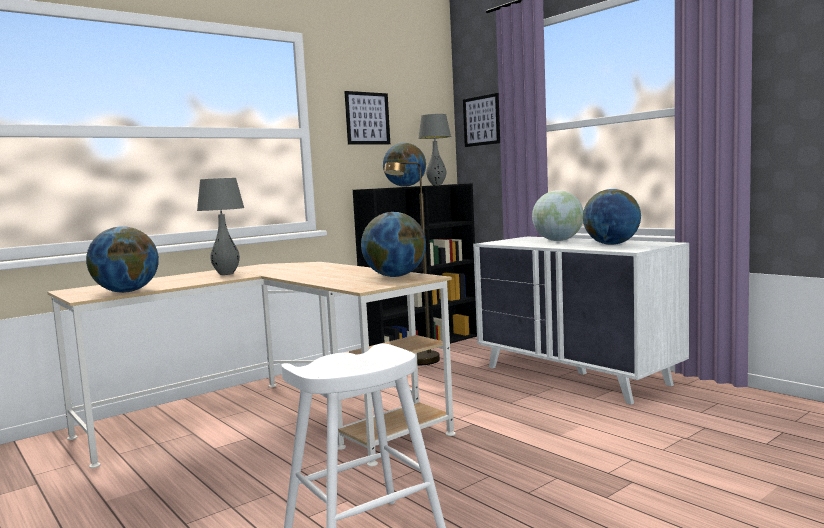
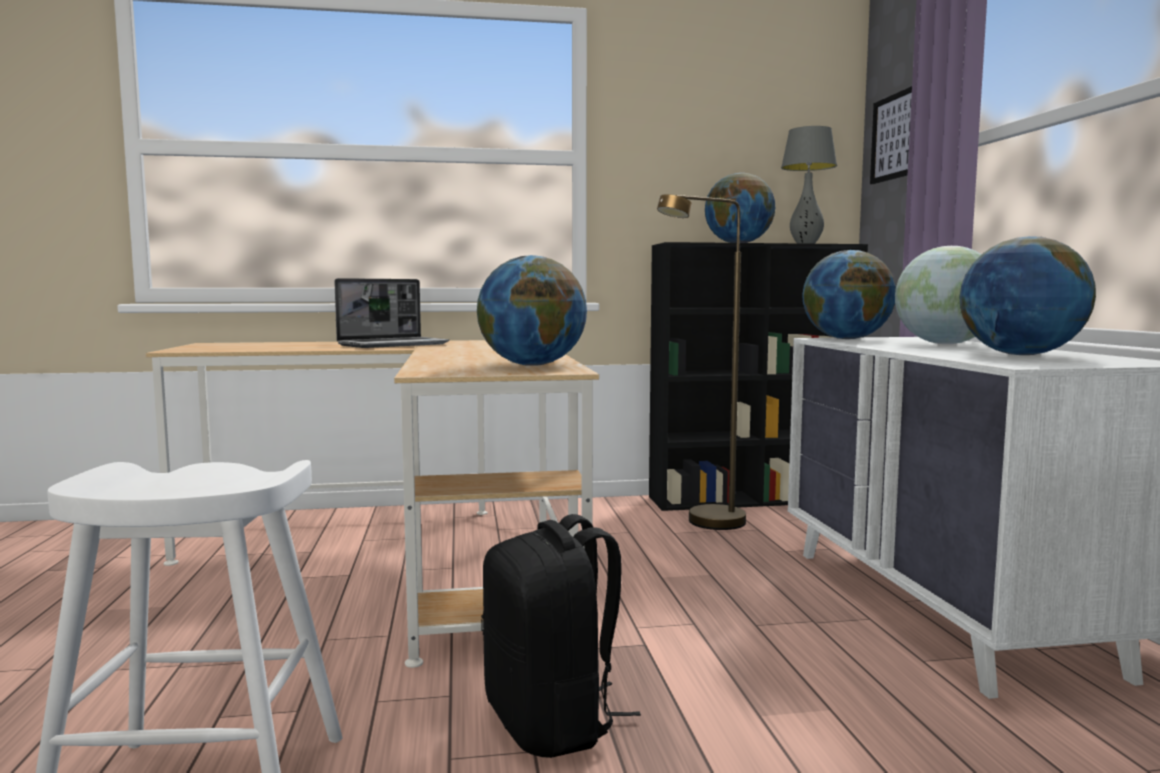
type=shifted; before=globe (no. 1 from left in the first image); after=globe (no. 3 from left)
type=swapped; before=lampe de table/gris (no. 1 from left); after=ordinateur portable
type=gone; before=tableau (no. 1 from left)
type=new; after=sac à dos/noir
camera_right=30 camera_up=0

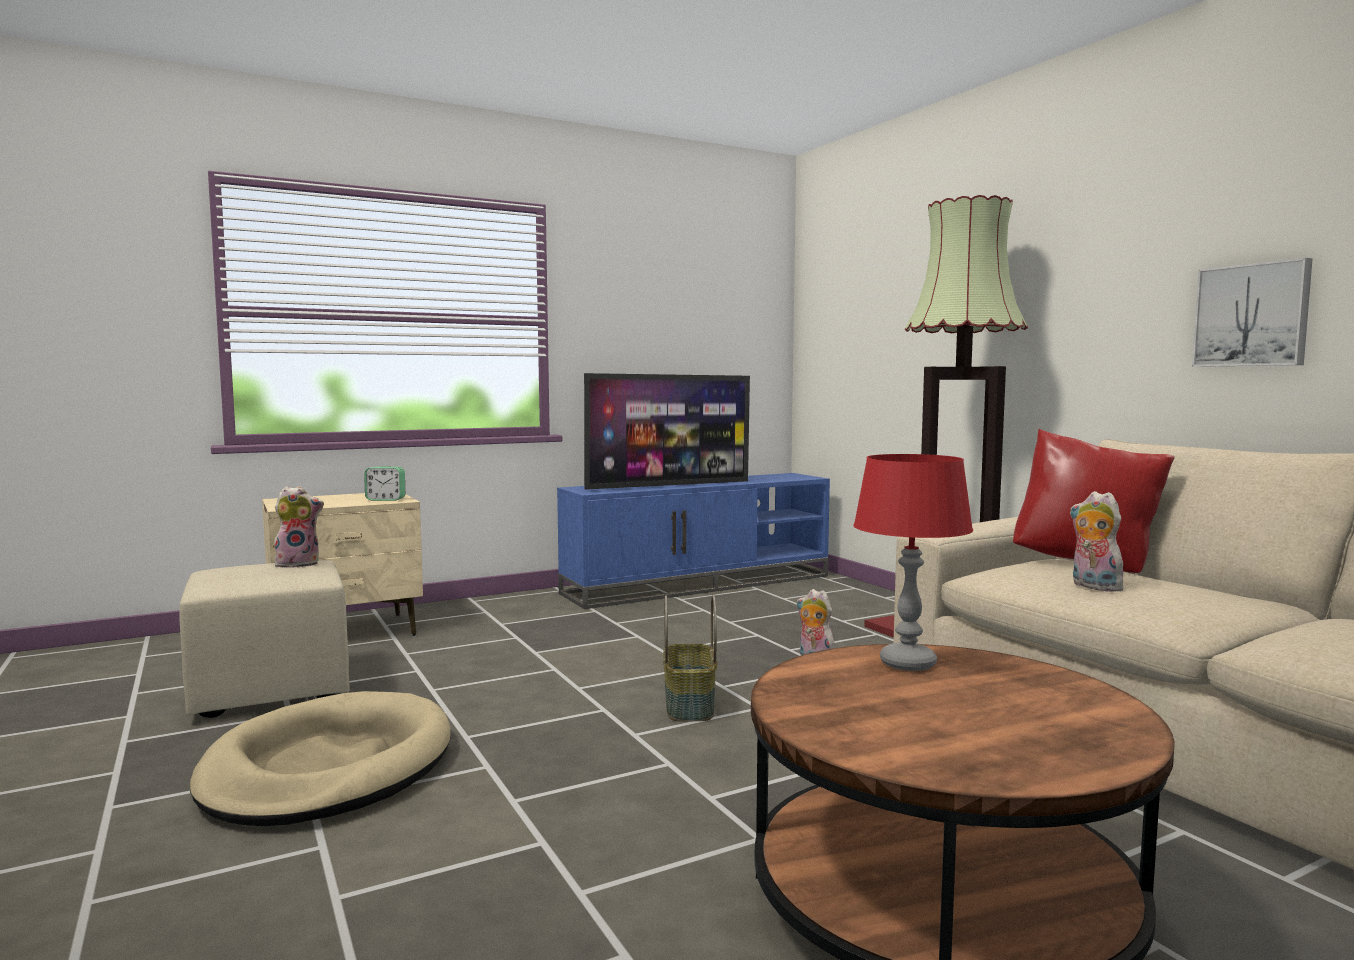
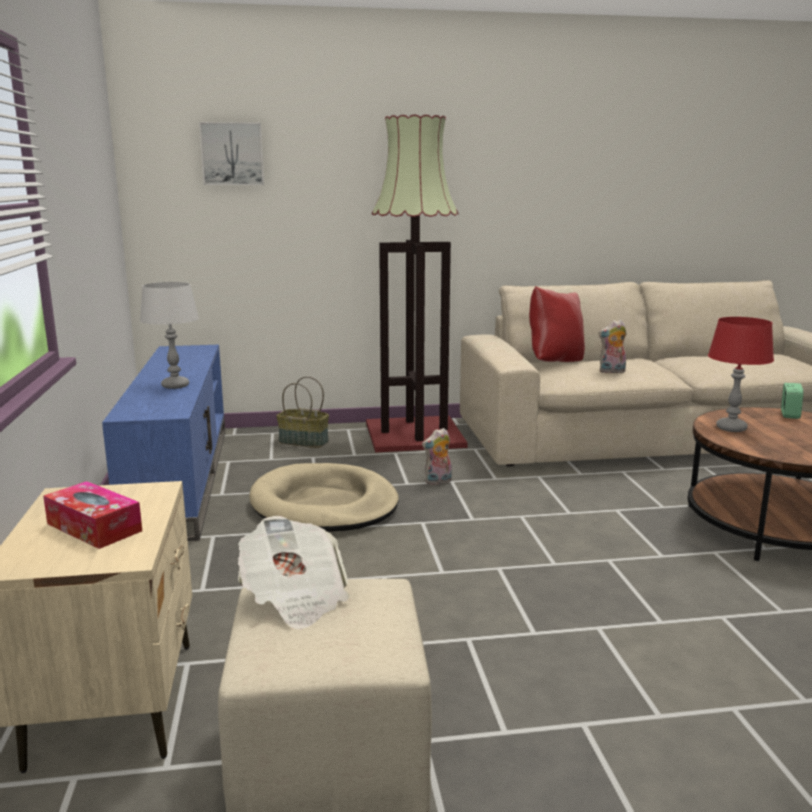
type=shifted; before=panier pour chien/beige
type=swapped; before=peluche (no. 1 from left); after=journal
type=shifted; before=réveil
type=swapped; before=téléviseur; after=lampe de table/gris
type=shifted; before=panier
type=shifted; before=tableau
type=new; after=boîte à mouchoirs
camera_right=-70 camera_up=10

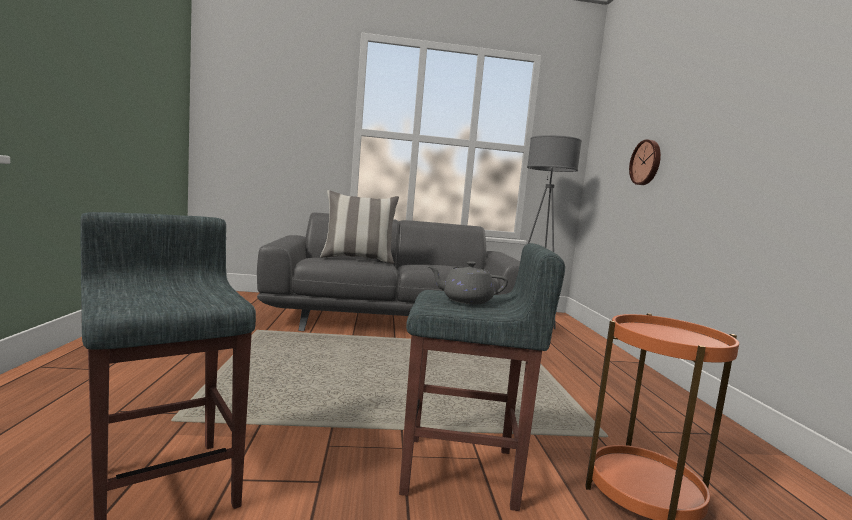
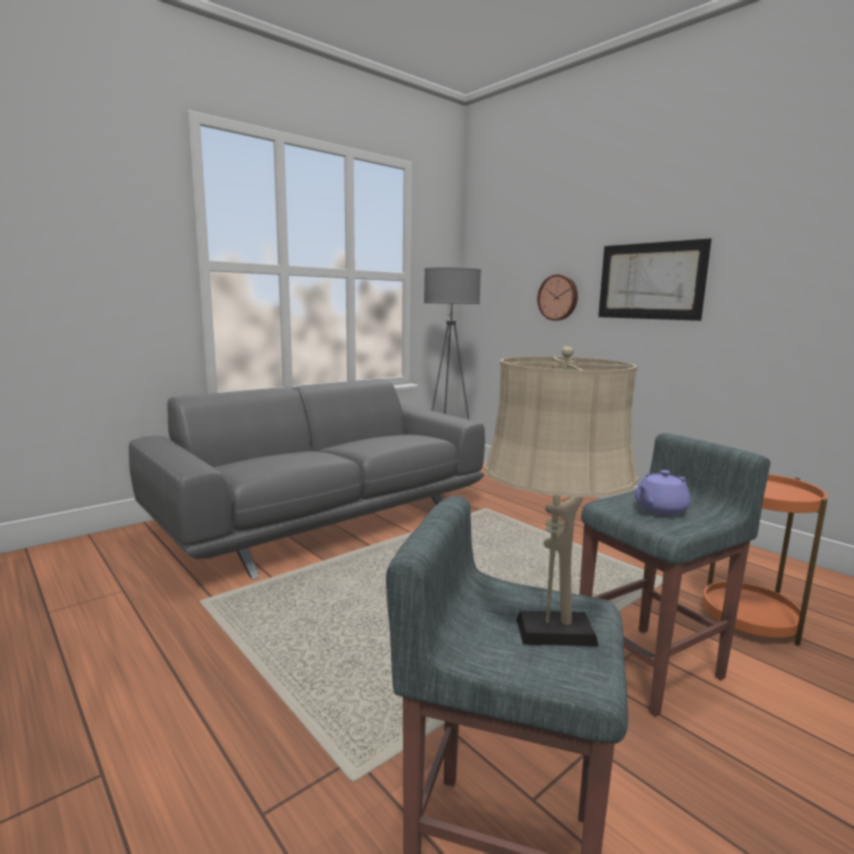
type=gone; before=coussin
type=repainted; before=théière/gris; after=théière/violet
type=new; after=lampe de table/beige
type=new; after=tableau
camera_right=-35 camera_up=5

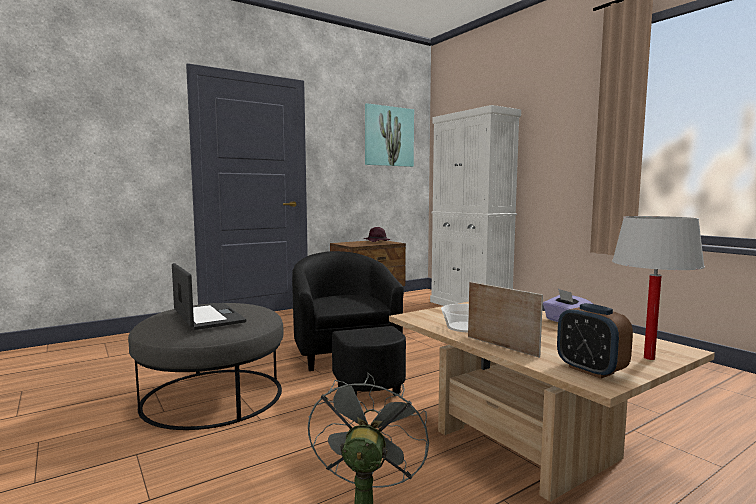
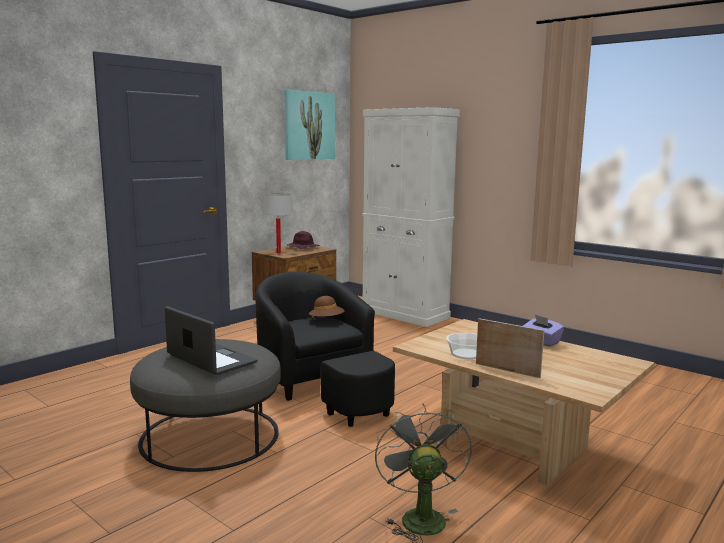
type=gone; before=réveil
type=shifted; before=lampe de table/blanc
type=new; after=chapeau/marron
camera_right=-15 camera_up=5

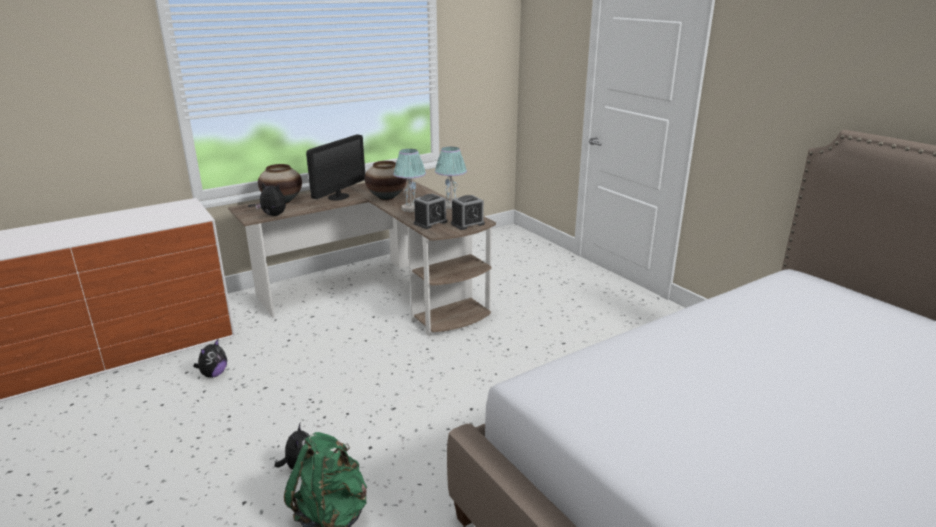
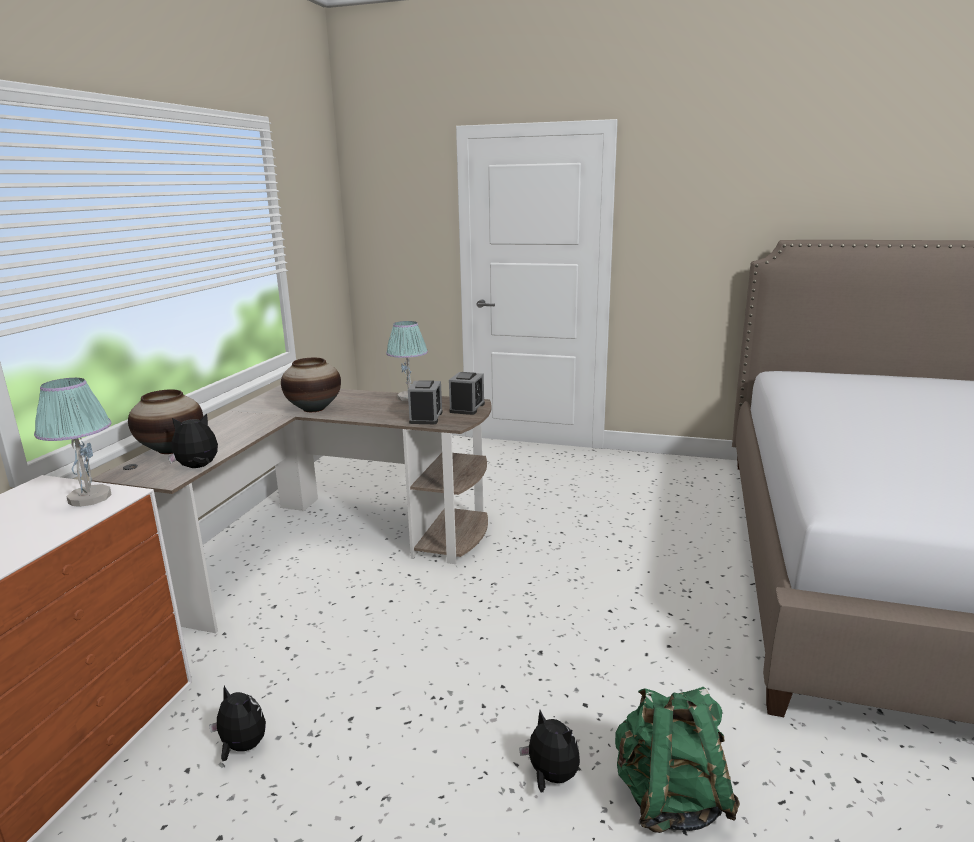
type=rotated; before=peluche (no. 1 from left in the first image); turn=-45
type=gone; before=écran d'ordinateur
type=shifted; before=lampe de table (no. 1 from left)
camera_right=-40 camera_up=-5

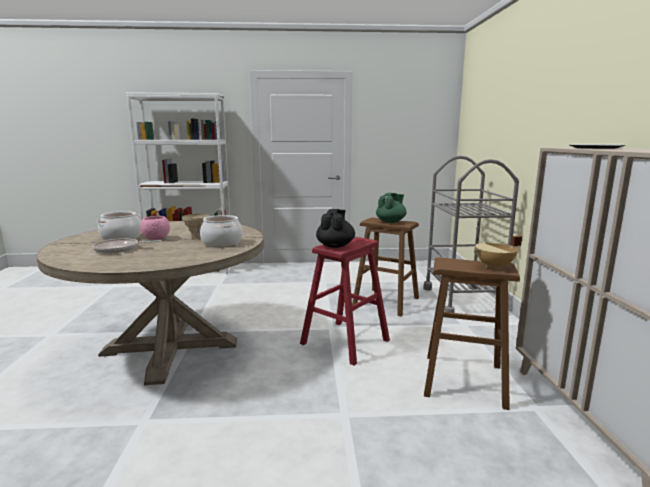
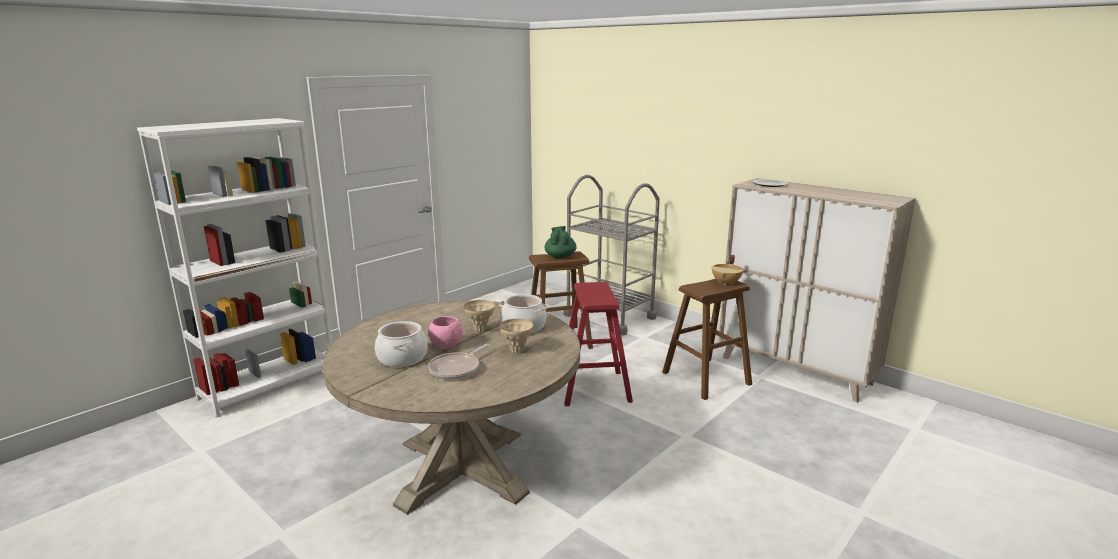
type=gone; before=théière/noir
type=new; after=vase/beige (no. 2 from left)
camera_right=-45 camera_up=5

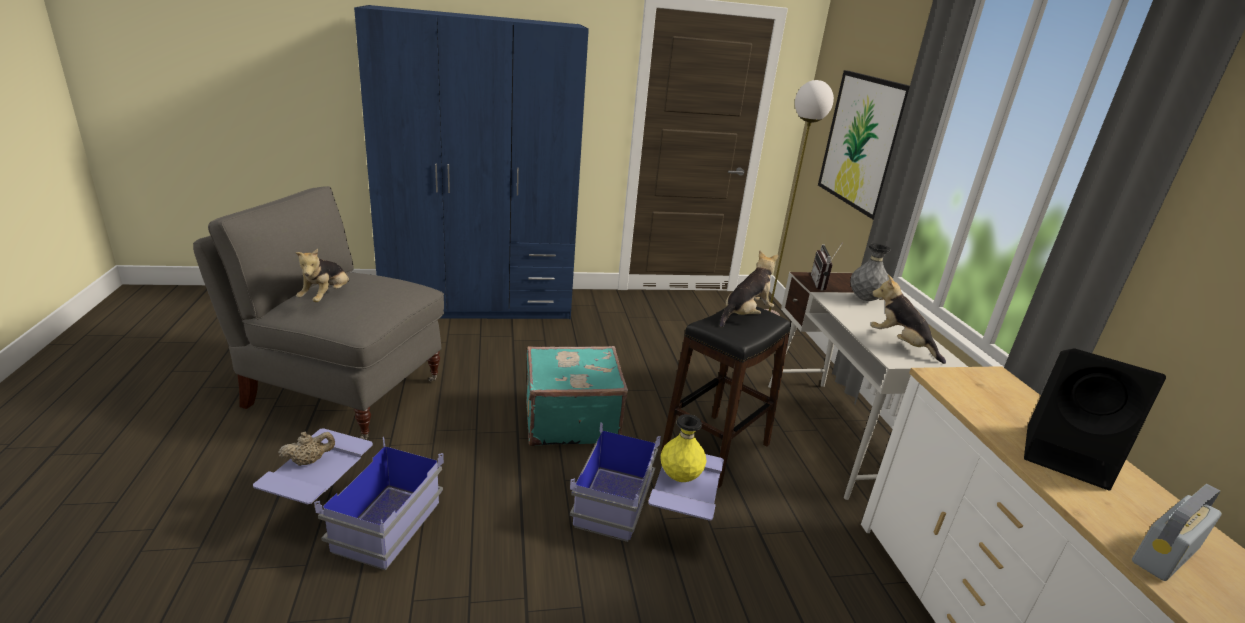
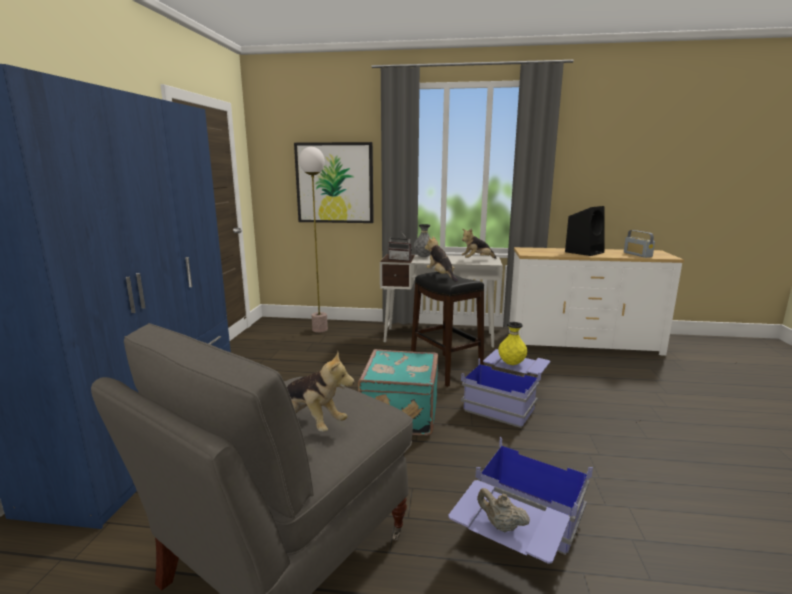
type=rotated; before=théière/beige; turn=-45
camera_right=-70 camera_up=-10

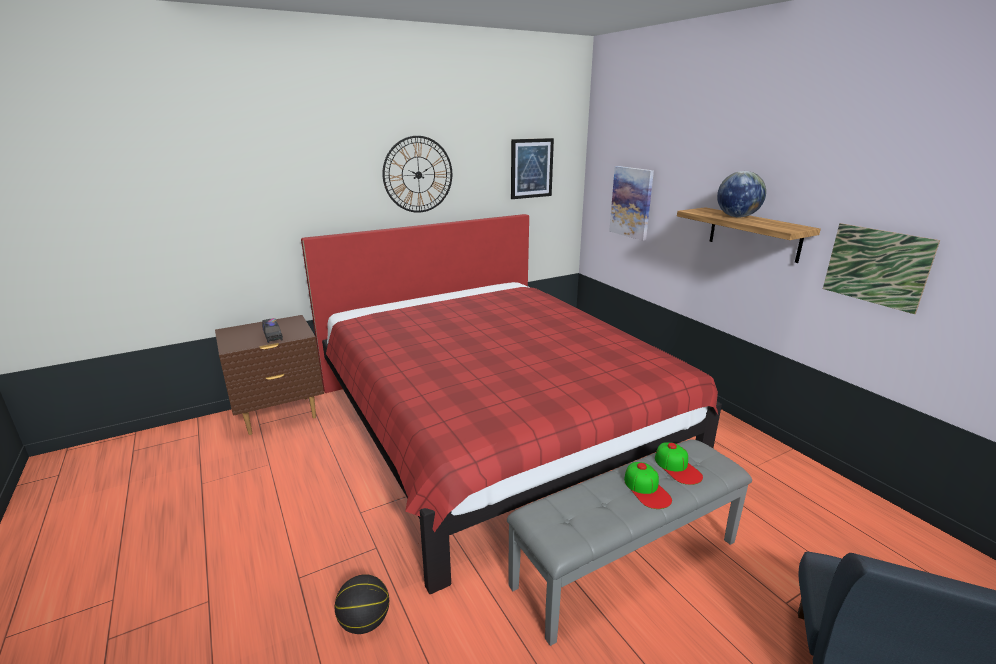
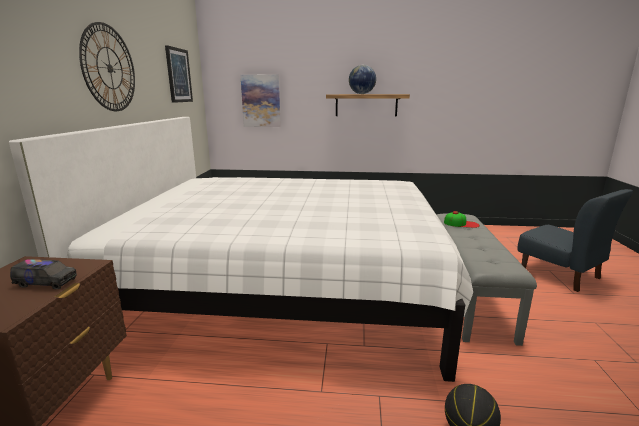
type=repainted; before=lit/rouge; after=lit/blanc
type=gone; before=casquette (no. 1 from left)
type=gone; before=tableau (no. 3 from left)
camera_right=-55 camera_up=-5

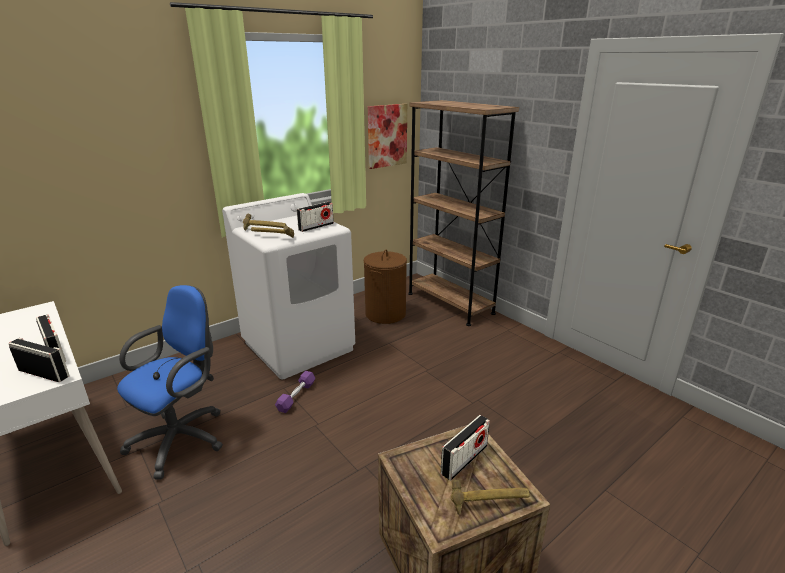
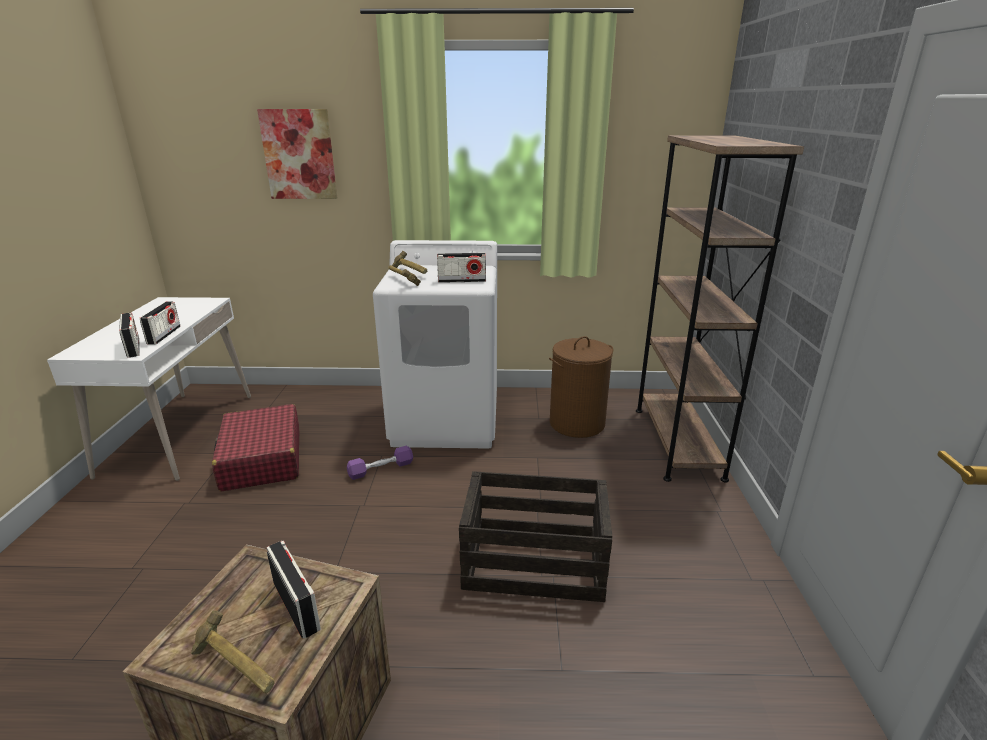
type=swapped; before=chaise de bureau/bleu; after=valise/rouge
type=shifted; before=tableau
type=rotated; before=radio (no. 4 from left in the first image); turn=-120
type=new; after=caisse (no. 2 from left)
camera_right=40 camera_up=0

